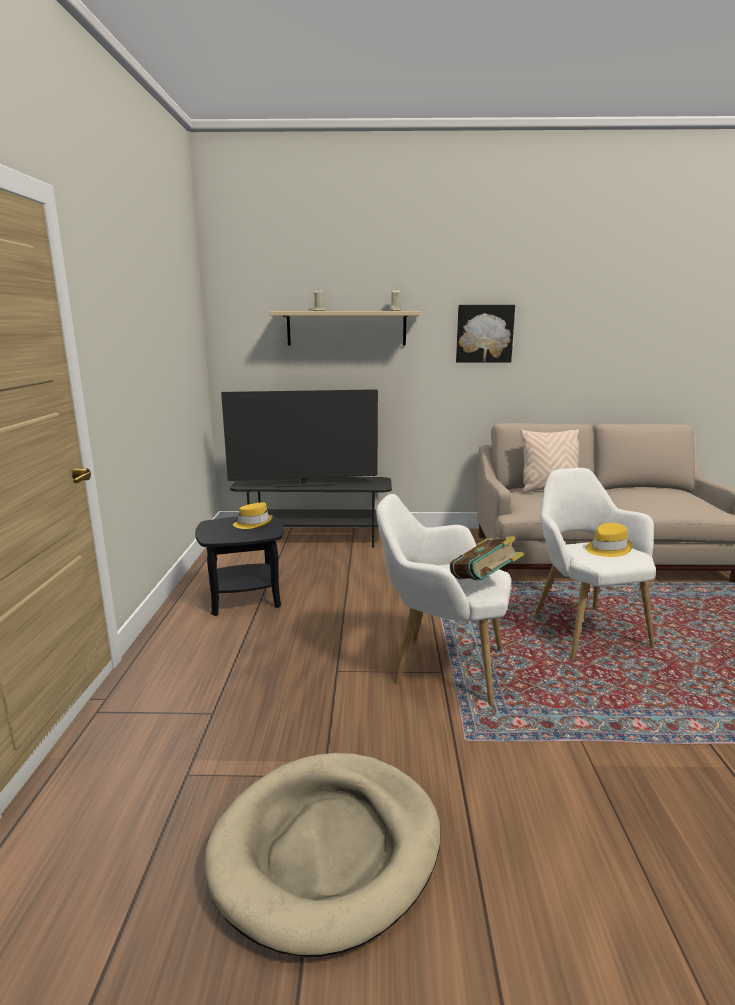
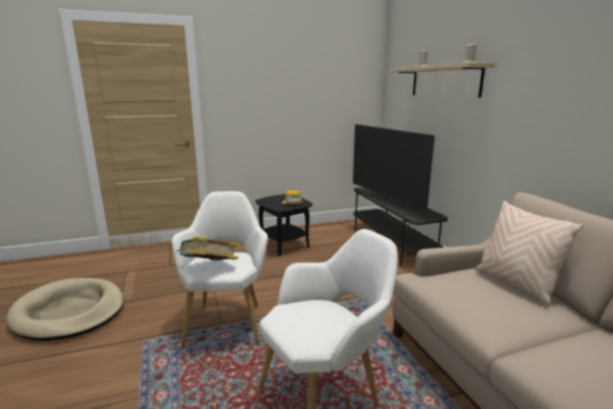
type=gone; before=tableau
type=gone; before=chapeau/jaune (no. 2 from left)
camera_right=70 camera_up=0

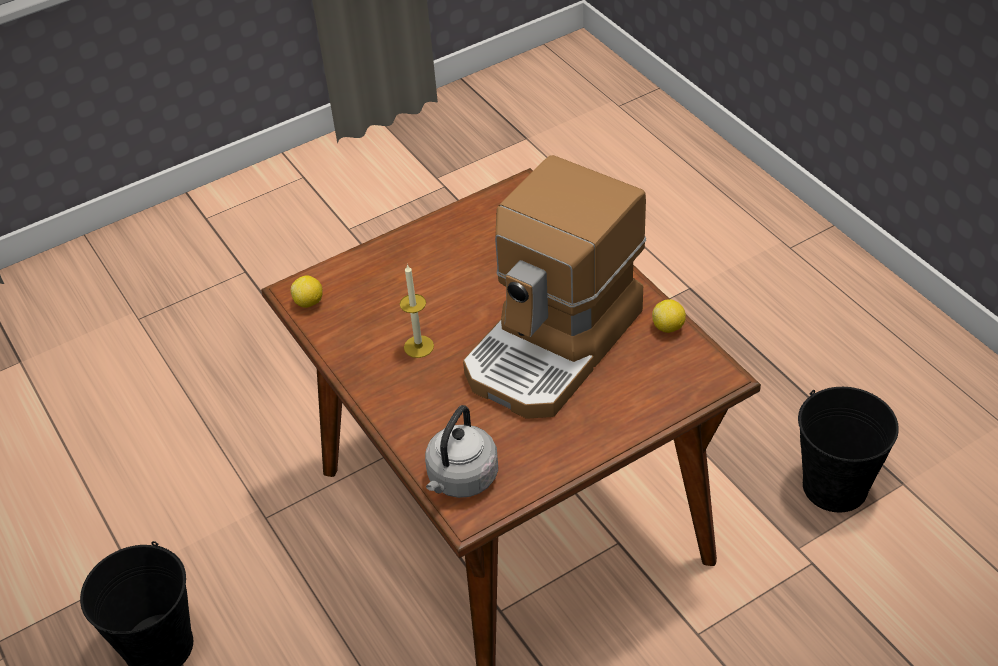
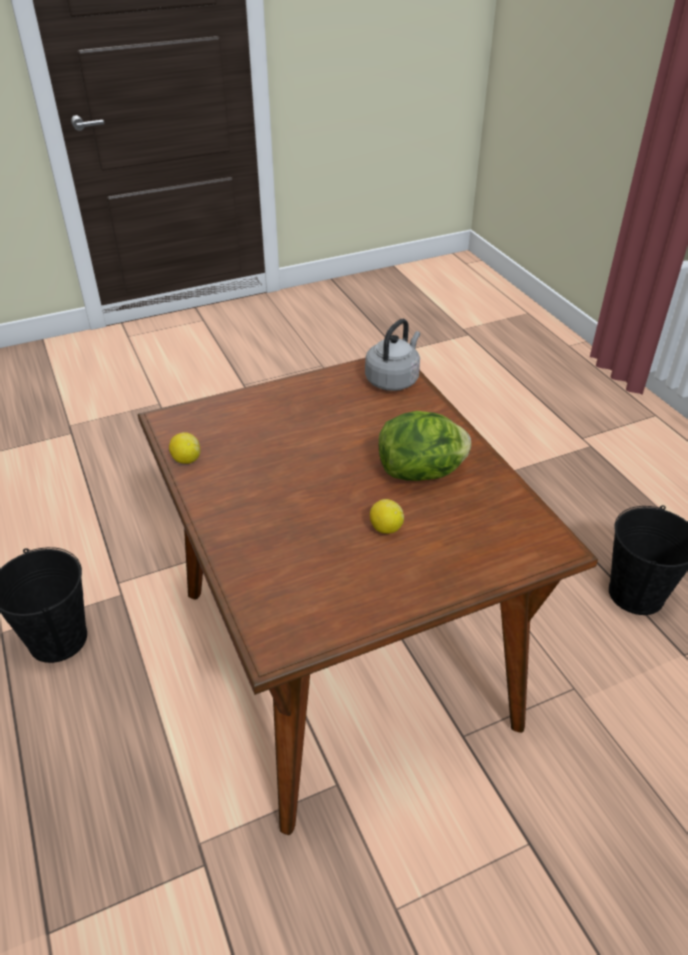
type=shifted; before=citron (no. 1 from left in the first image); after=citron (no. 2 from left)
type=swapped; before=bougie; after=laitue
type=gone; before=machine à café
camera_right=-175 camera_up=-5

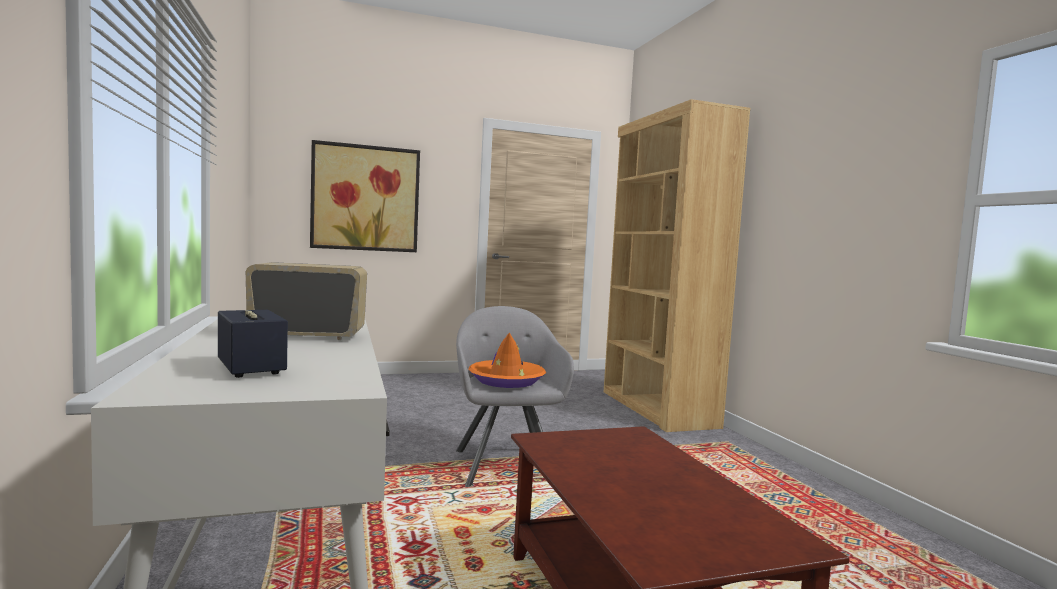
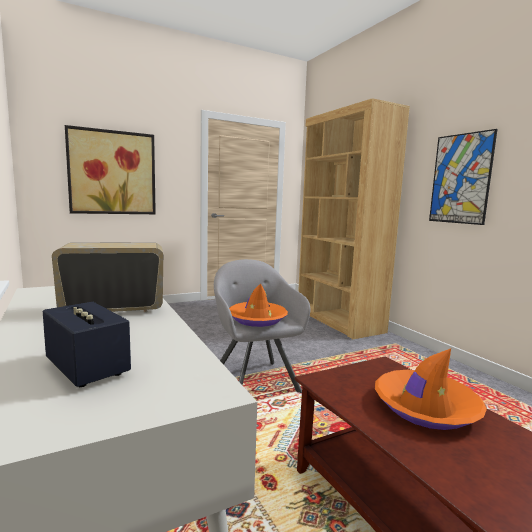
type=new; after=chapeau/orange (no. 2 from left)
type=new; after=tableau (no. 2 from left)
camera_right=-10 camera_up=5

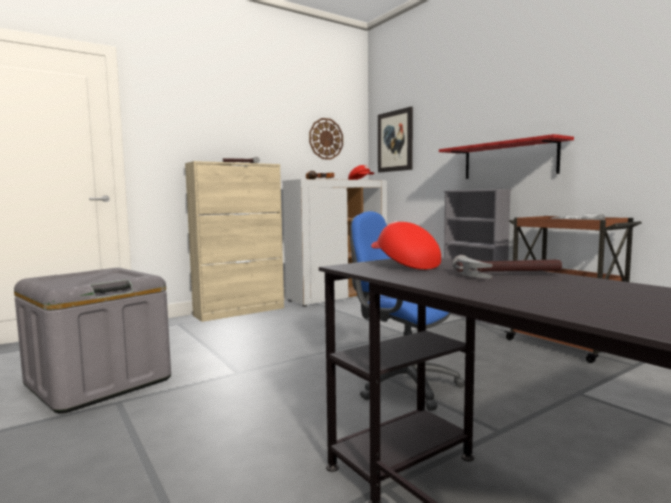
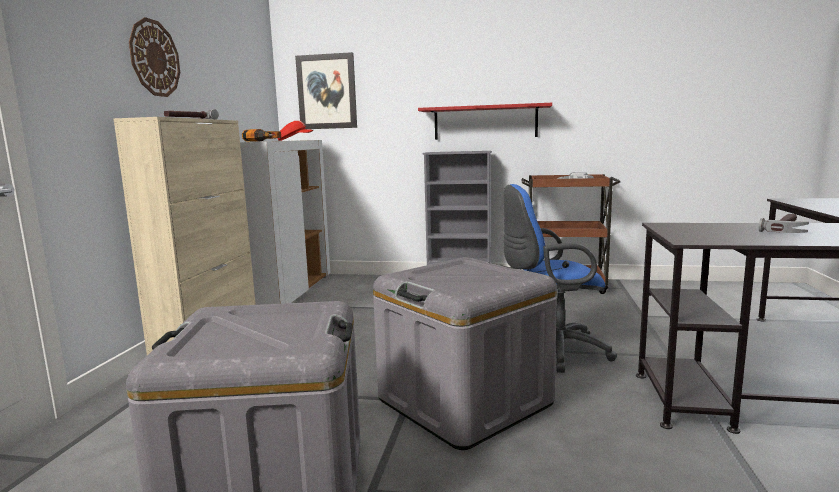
type=shifted; before=horloge murale
type=gone; before=casquette/rouge (no. 2 from left)
type=new; after=boîte de rangement/gris (no. 2 from left)
camera_right=-45 camera_up=5

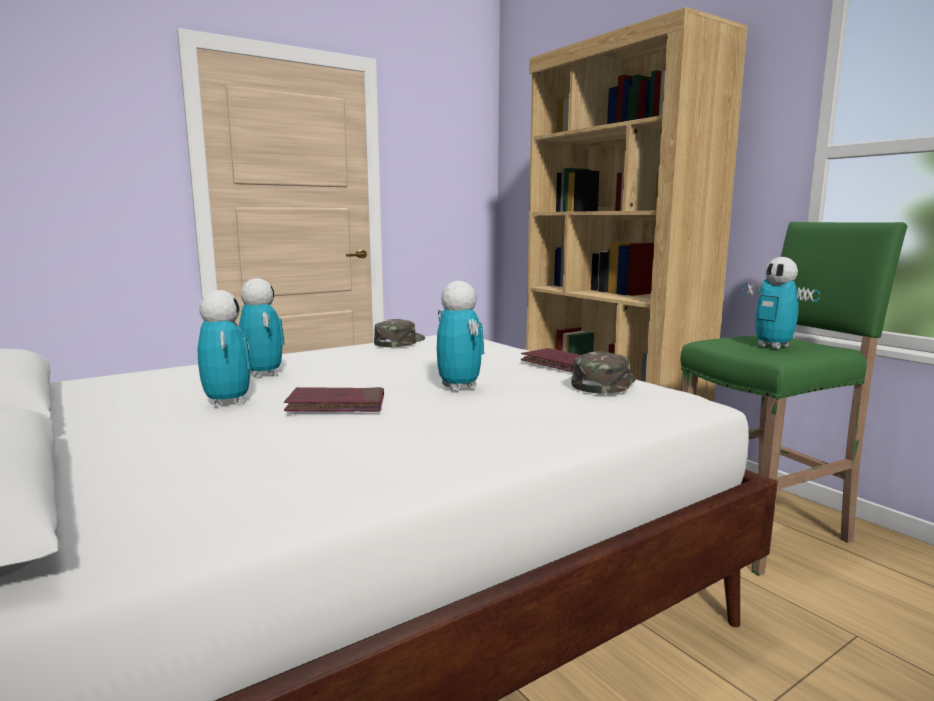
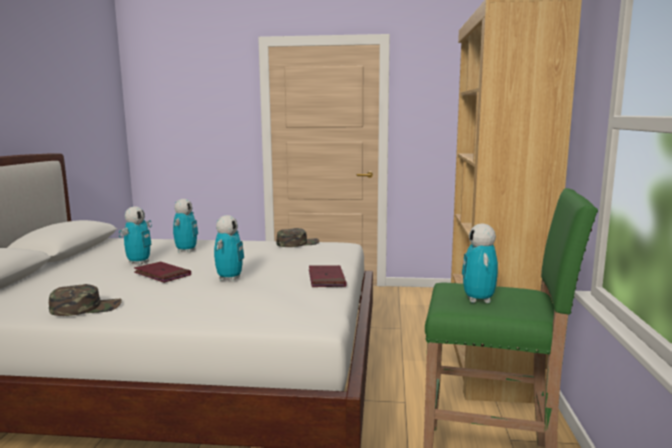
type=shifted; before=casquette/vert (no. 2 from left in the first image); after=casquette/vert (no. 1 from left)
camera_right=40 camera_up=0

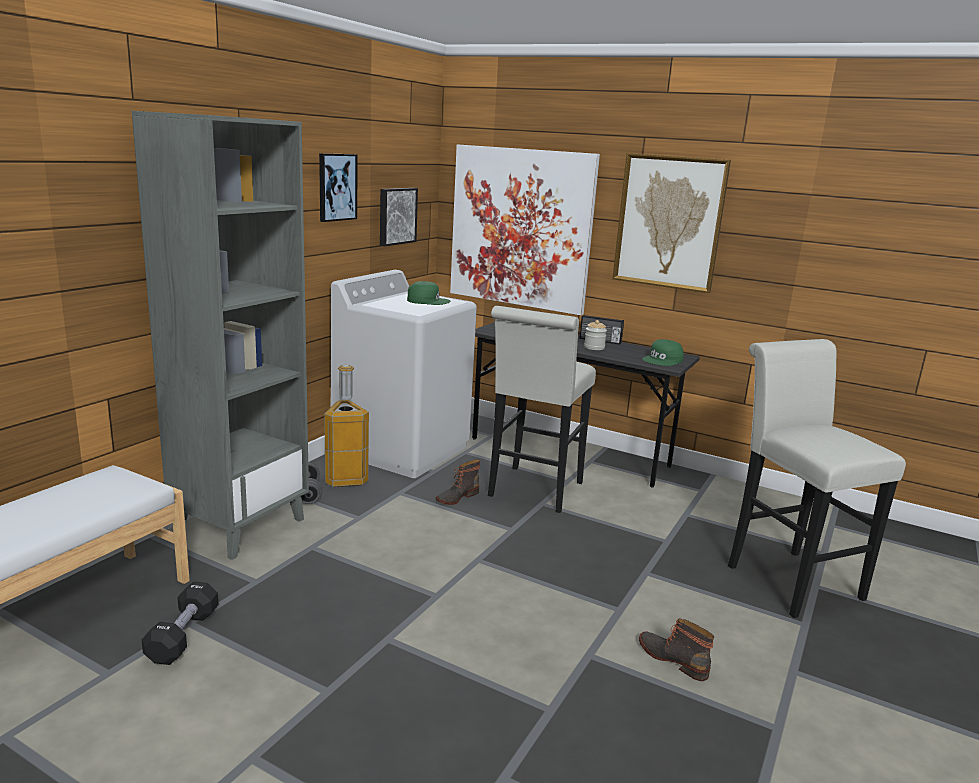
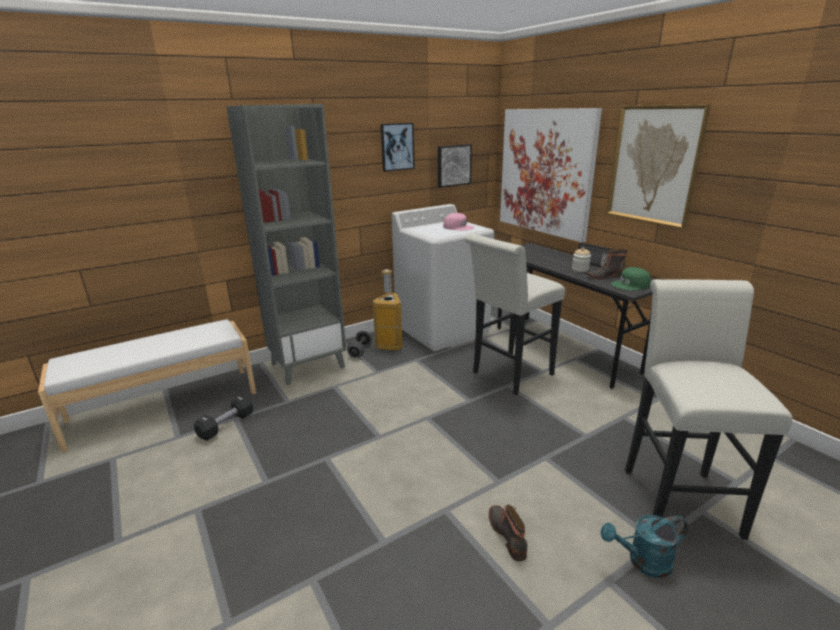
type=repainted; before=casquette/vert (no. 1 from left); after=casquette/rose
type=shifted; before=botte (no. 1 from left in the first image); after=botte (no. 2 from left)
type=new; after=arrosoir/turquoise
camera_right=30 camera_up=5

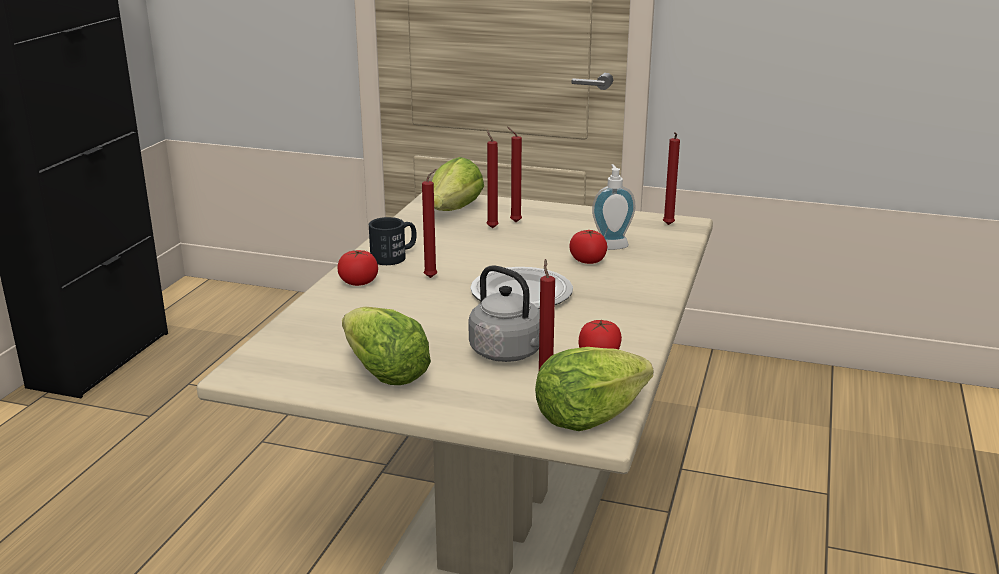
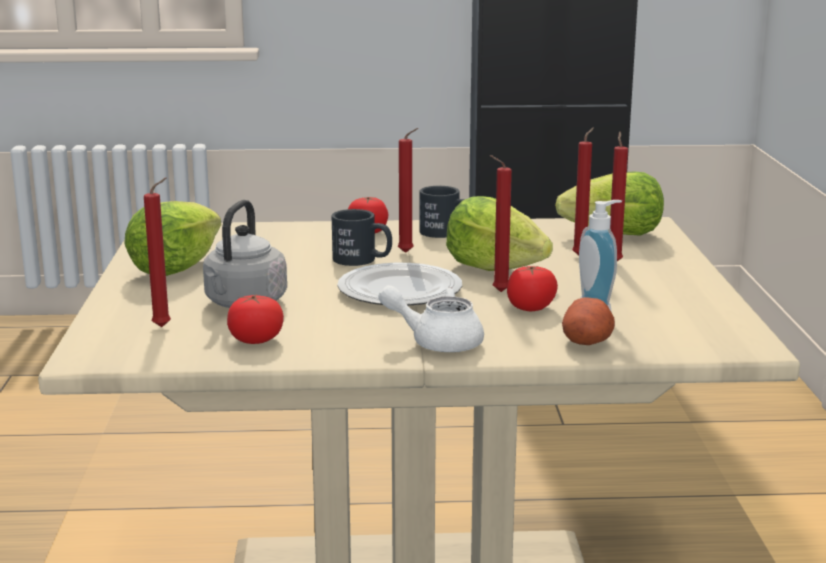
type=shifted; before=laitue (no. 3 from left in the first image); after=laitue (no. 2 from left)
type=shifted; before=bougie/rouge (no. 5 from left in the first image); after=bougie/rouge (no. 3 from left)
type=new; after=mug/noir (no. 1 from left)
type=new; after=théière/blanc
type=new; after=pomme de terre
camera_right=70 camera_up=-5

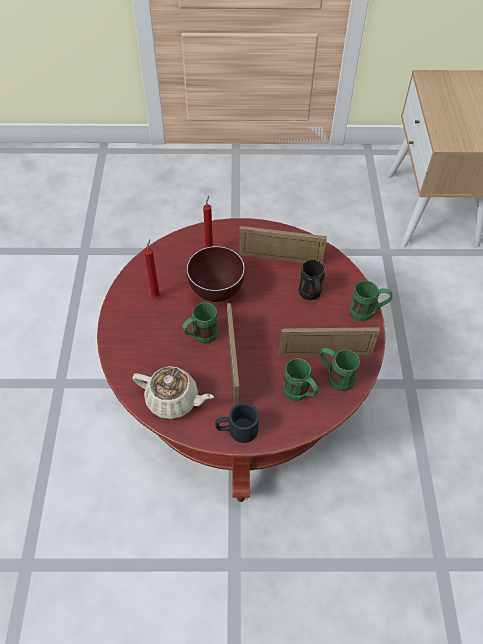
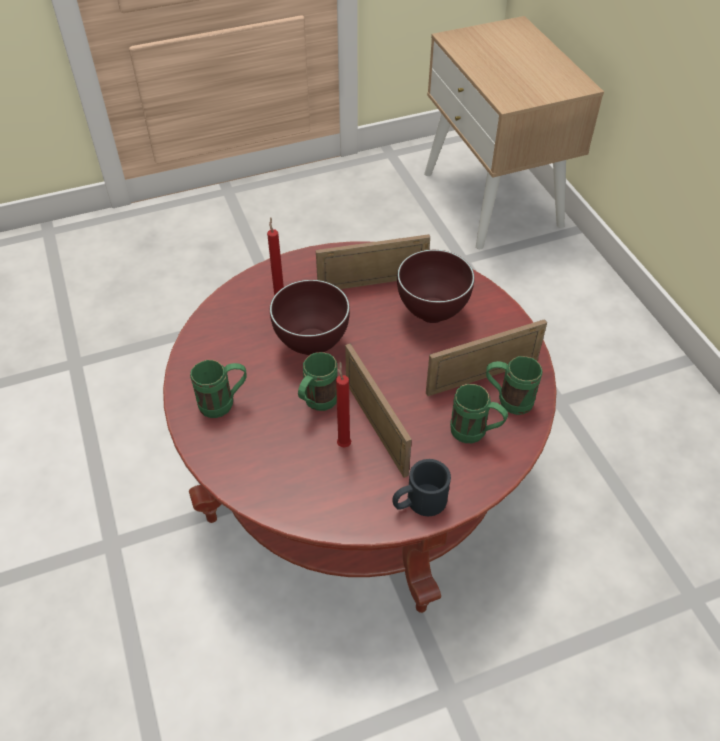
type=gone; before=théière/beige
type=shifted; before=bougie/rouge (no. 1 from left in the first image); after=bougie/rouge (no. 2 from left)
type=swapped; before=mug/noir (no. 2 from left); after=bol/marron (no. 2 from left)
type=shifted; before=mug/vert (no. 4 from left in the first image); after=mug/vert (no. 1 from left)
camera_right=-20 camera_up=-5

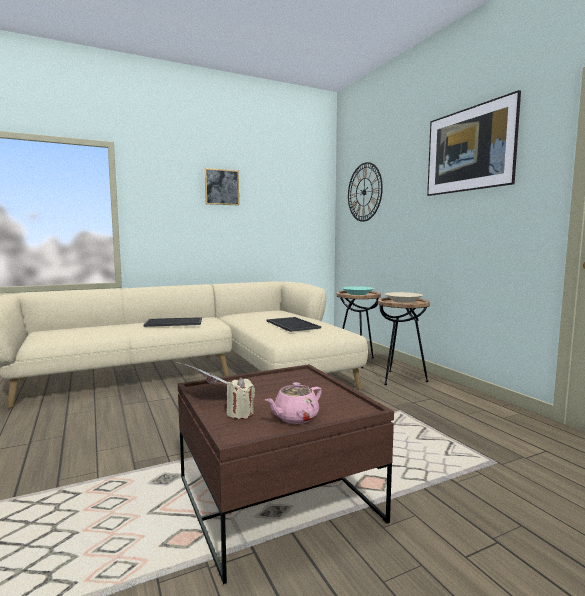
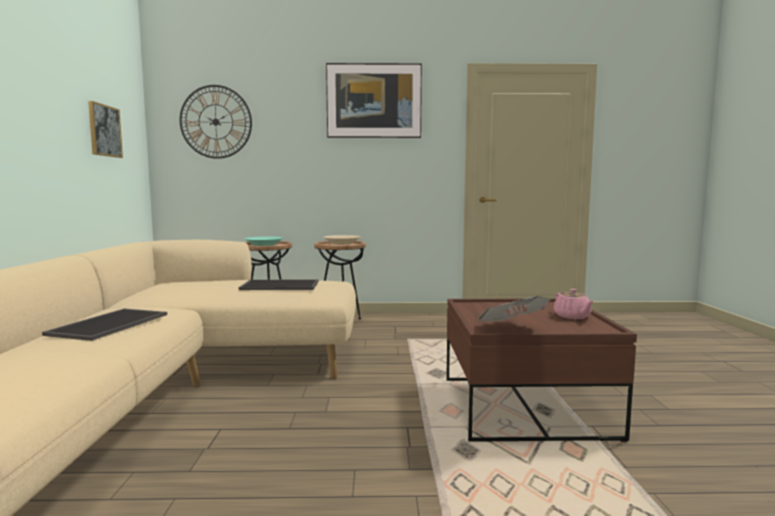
type=shifted; before=tableau (no. 1 from left)
type=gone; before=bougie/beige
camera_right=-65 camera_up=0

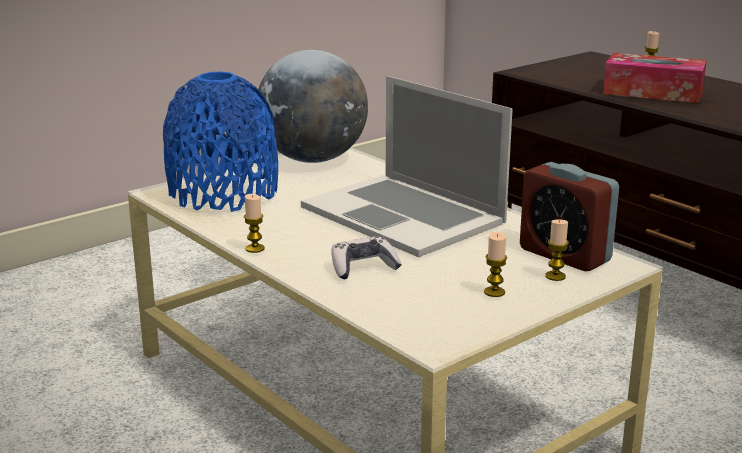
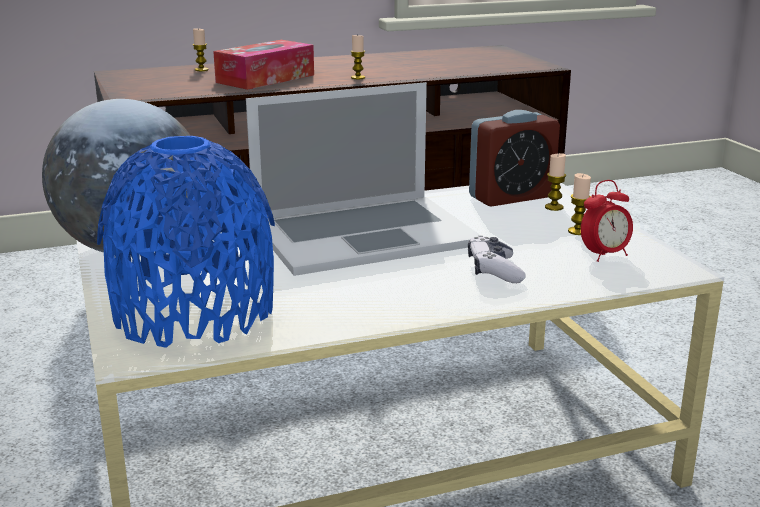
type=shifted; before=bougie (no. 1 from left in the first image); after=bougie (no. 2 from left)
type=new; after=réveil (no. 2 from left)
camera_right=-70 camera_up=0

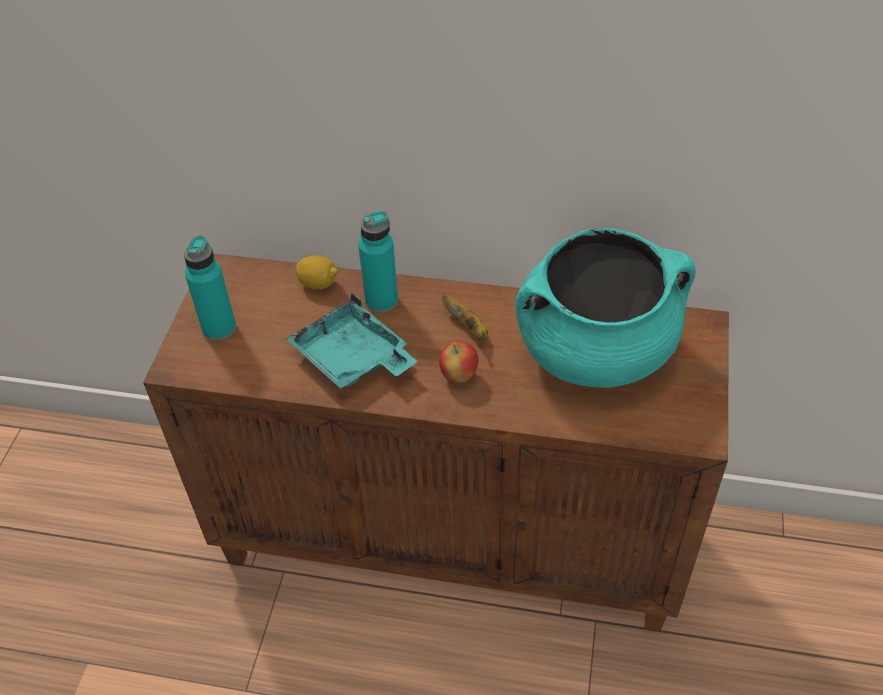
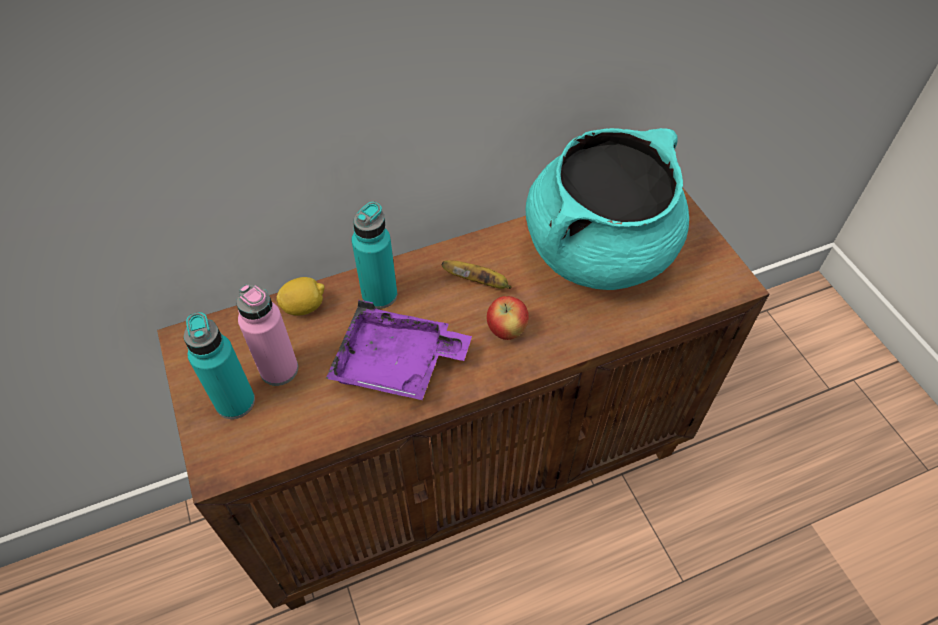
type=repainted; before=plateau/turquoise; after=plateau/violet
type=new; after=bouteille/rose
camera_right=-35 camera_up=5

